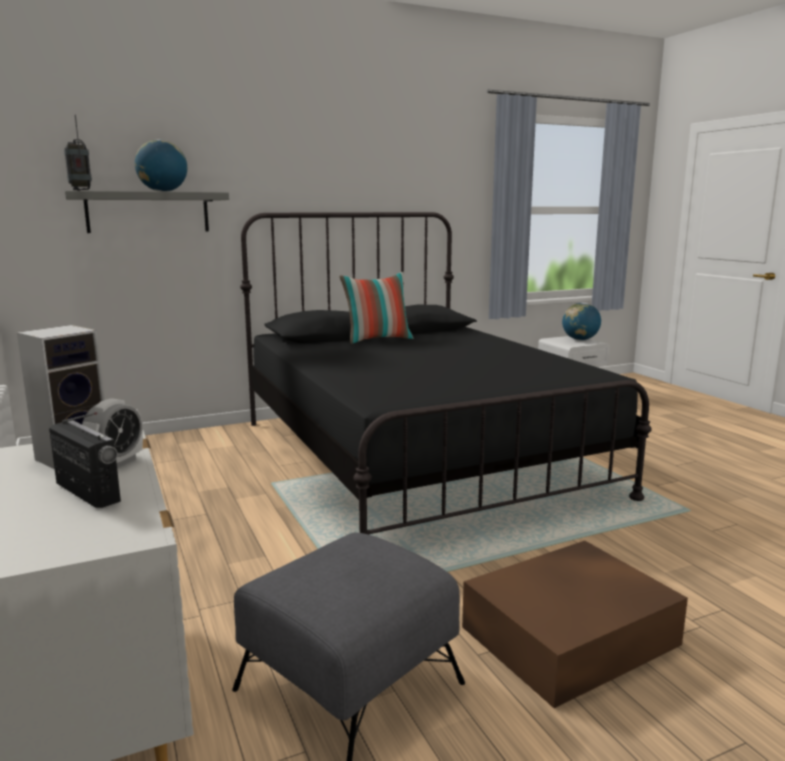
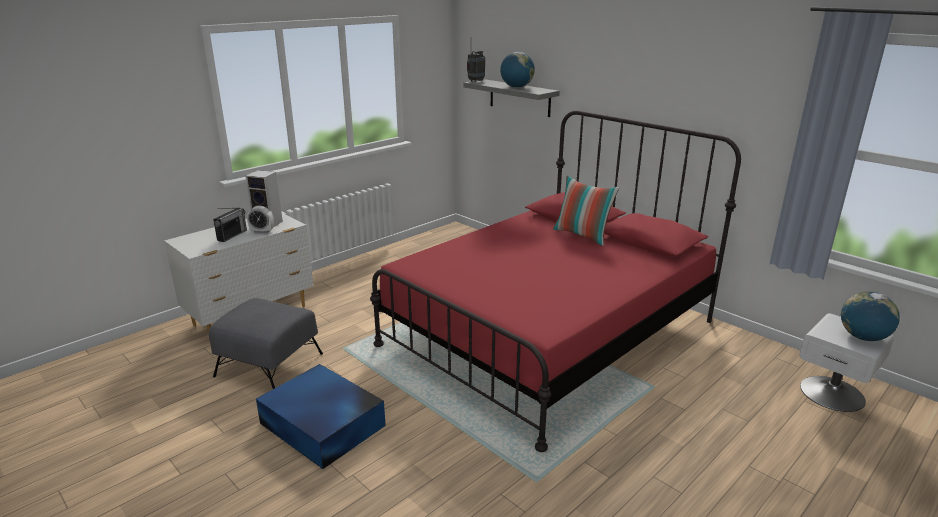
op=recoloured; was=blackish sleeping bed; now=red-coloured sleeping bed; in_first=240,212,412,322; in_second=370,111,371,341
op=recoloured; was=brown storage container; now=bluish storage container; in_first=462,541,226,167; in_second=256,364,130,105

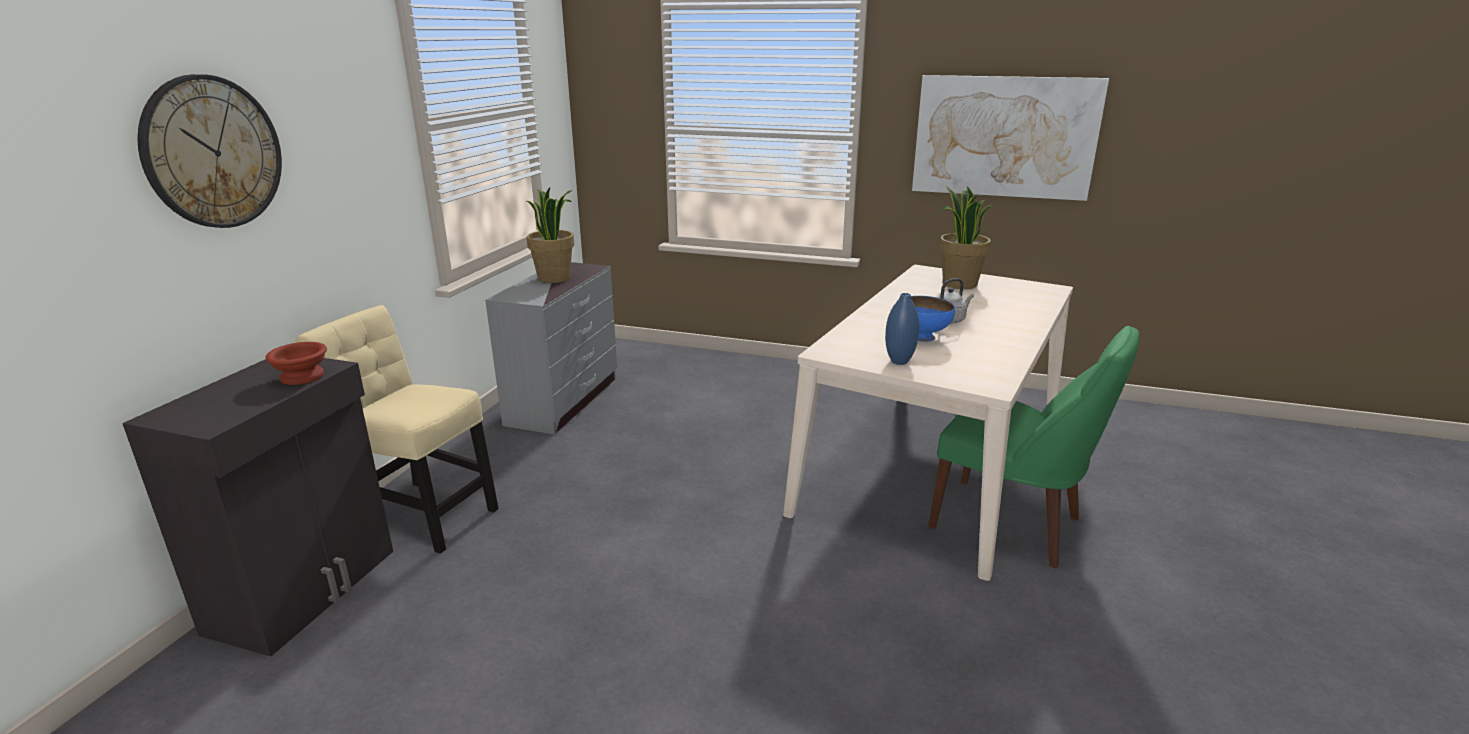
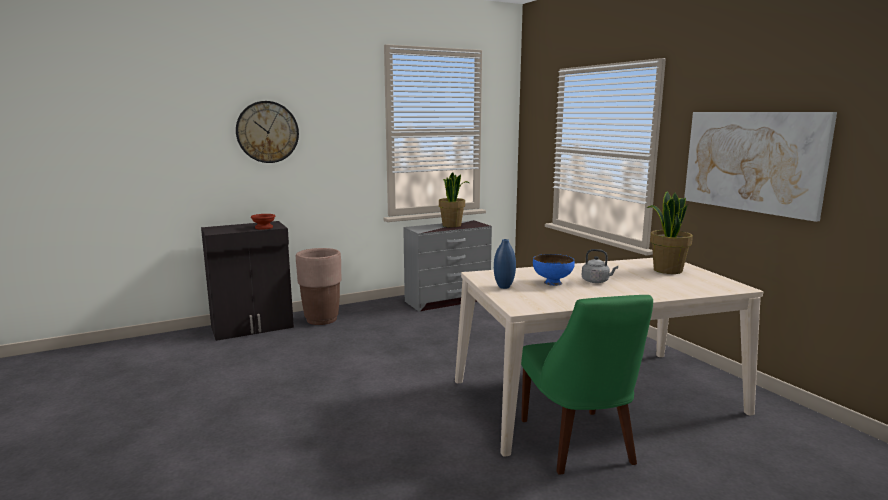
op=replaced; was=beige chair; now=brown planter; in_first=295,305,204,249; in_second=296,248,46,77

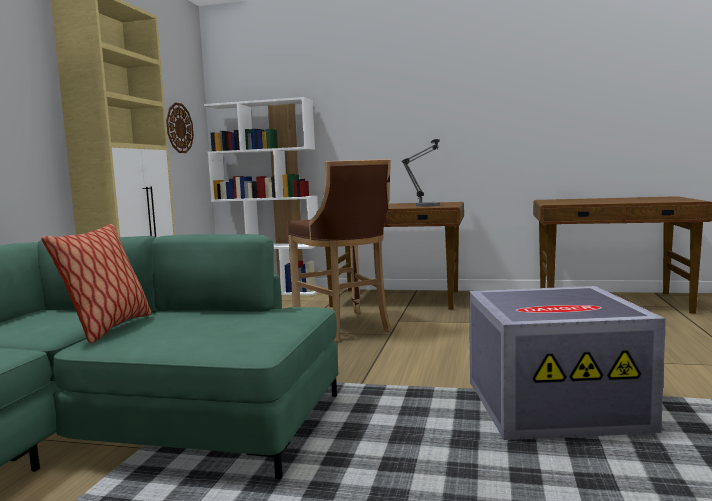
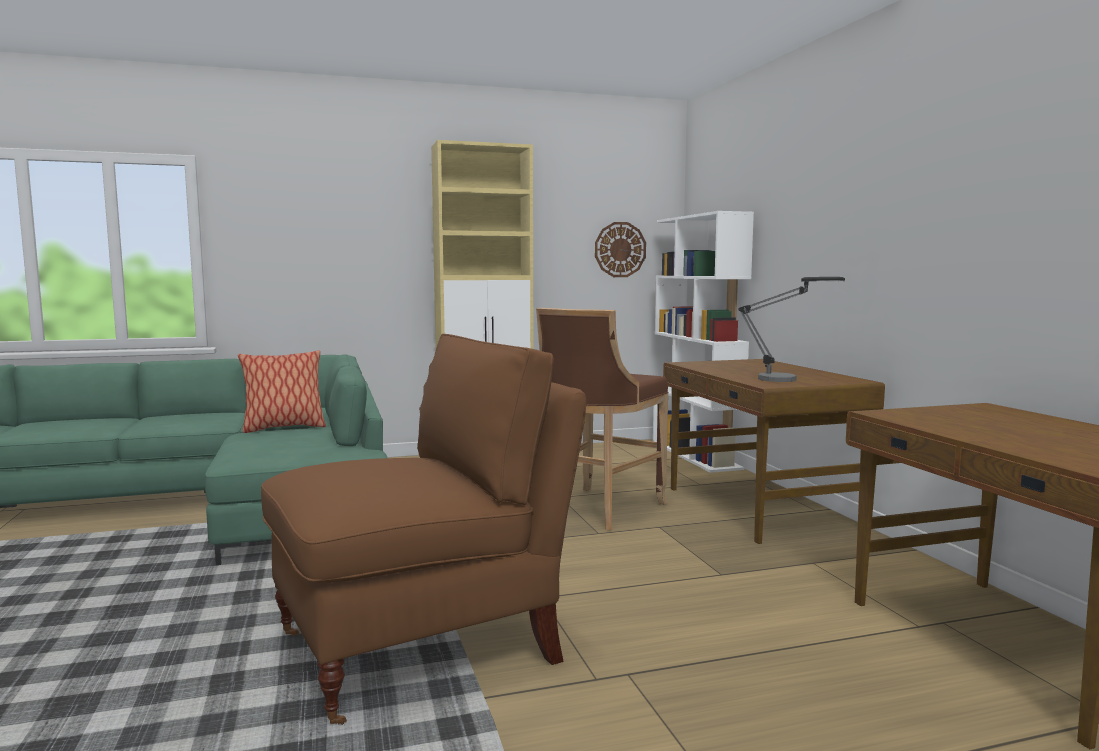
op=replaced; was=greyish storage container; now=brown chair; in_first=469,286,197,154; in_second=261,334,325,391

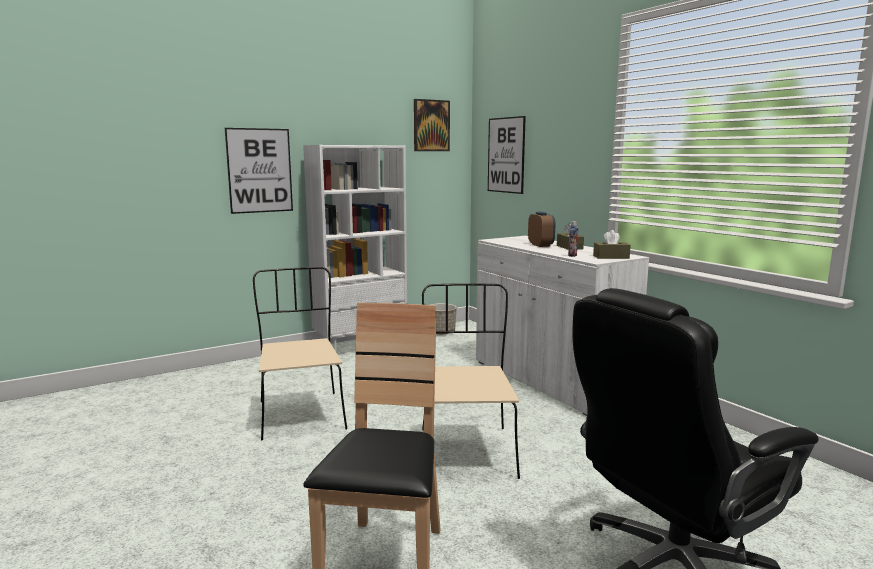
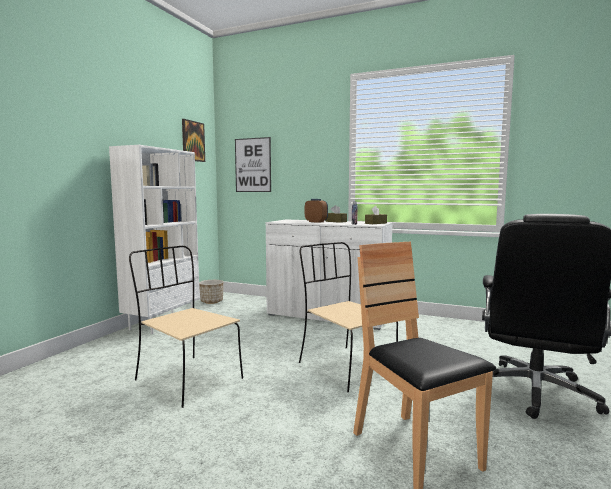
op=removed; was=wall art; in_first=225,128,68,86

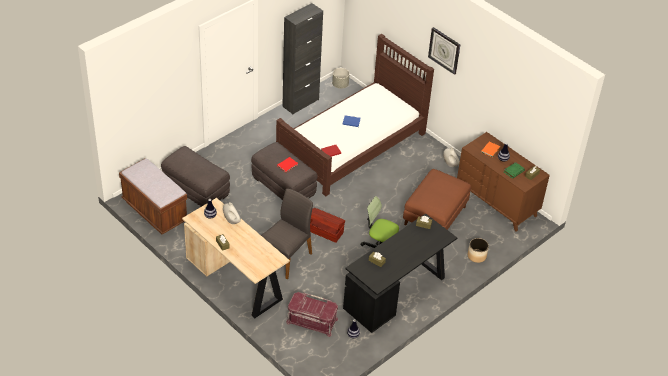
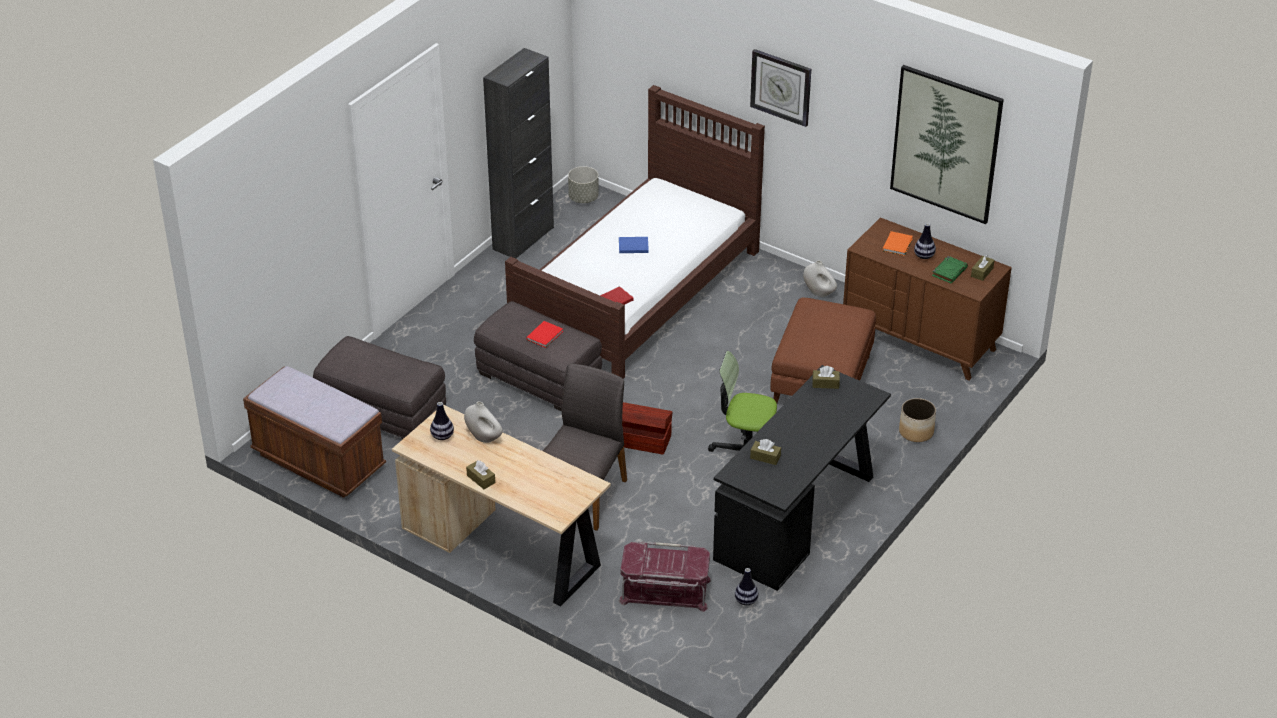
op=added; now=wall art; in_second=890,65,114,159

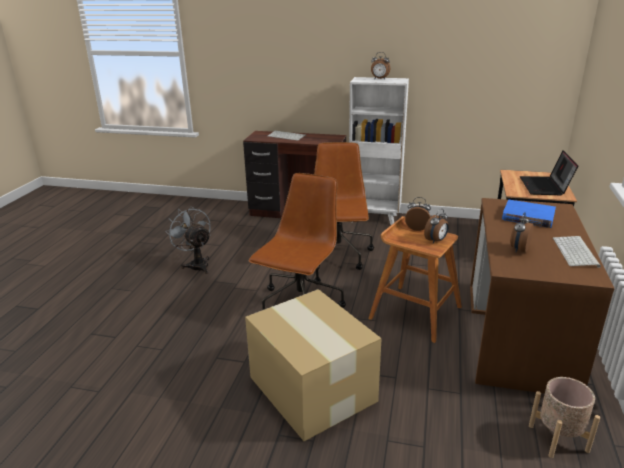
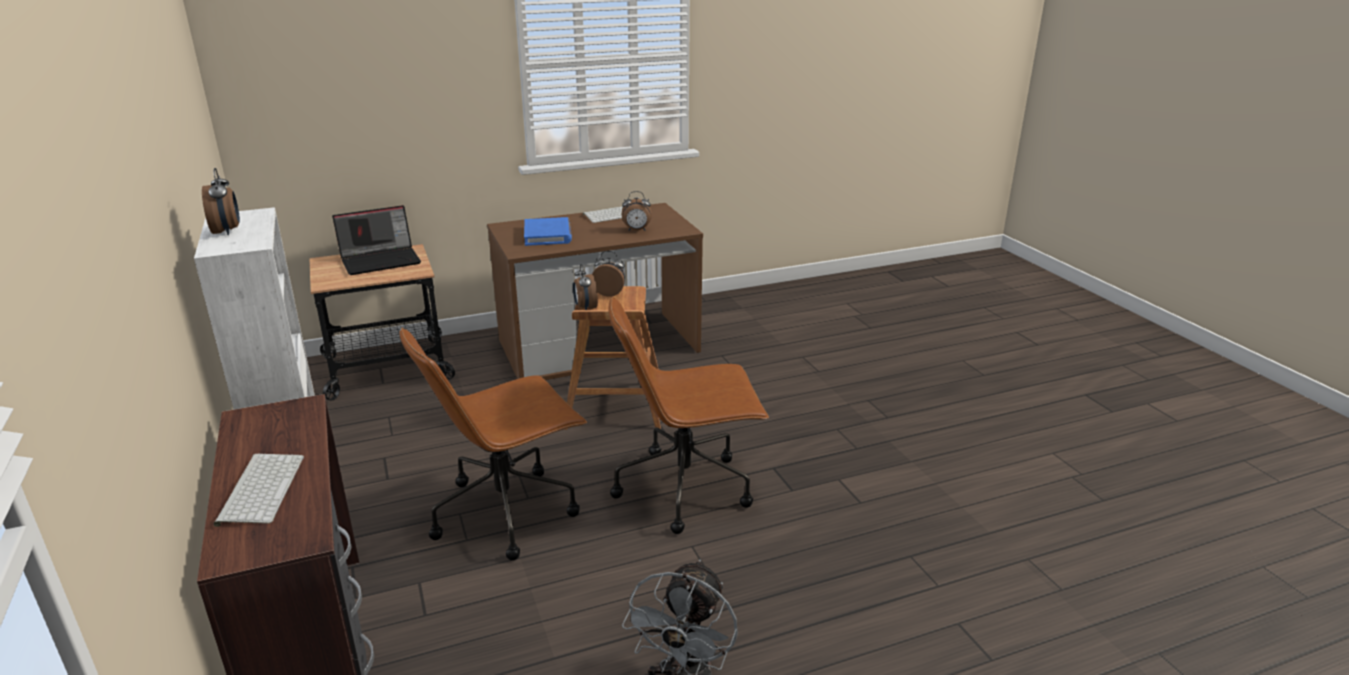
op=removed; was=packing box; in_first=245,289,137,152
op=removed; was=beige planter; in_first=529,377,71,81

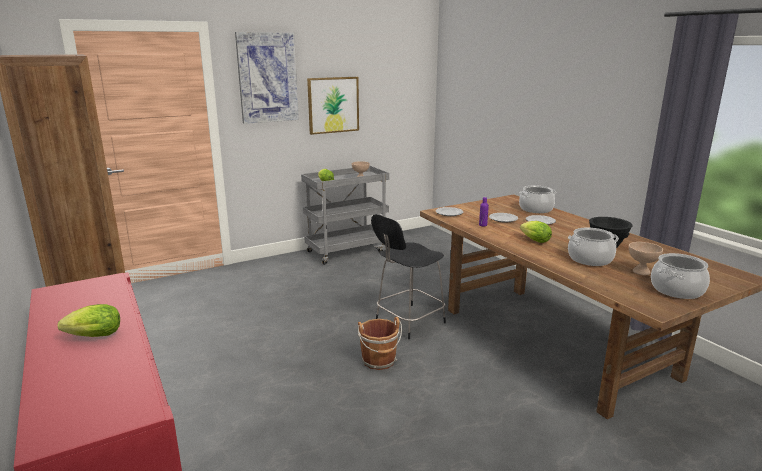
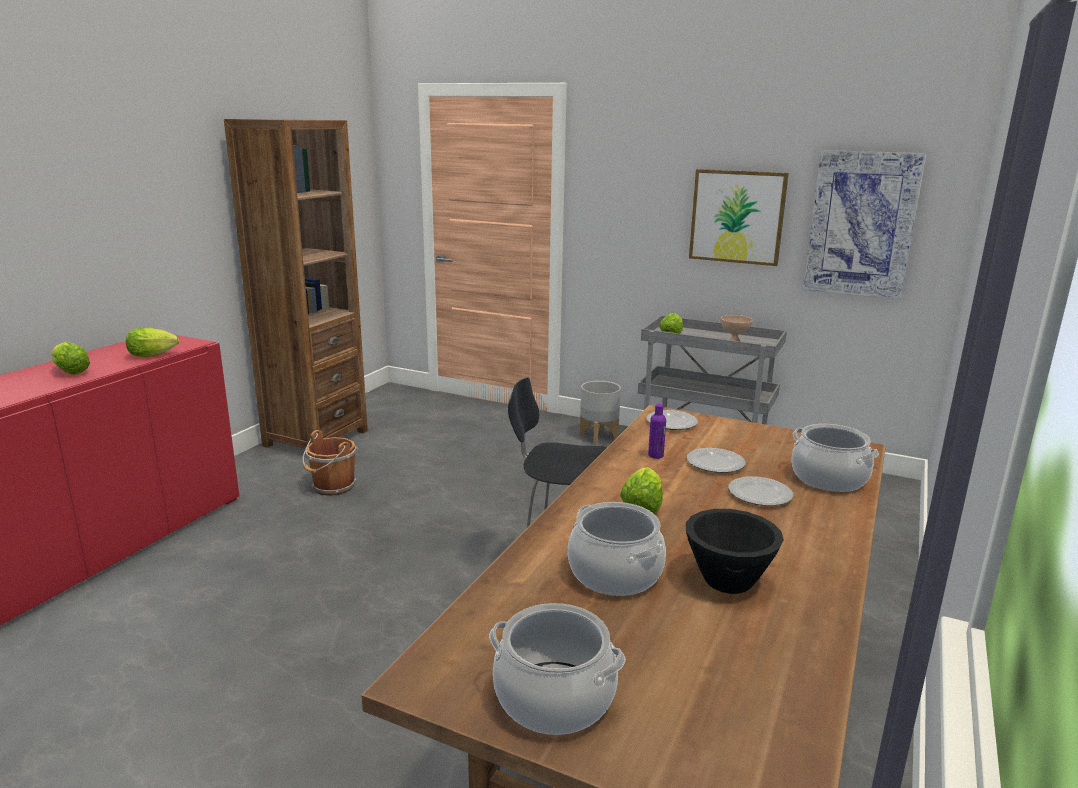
op=removed; was=beige deep dish; in_first=629,242,34,33
op=added; now=head of lettuce; in_second=126,327,53,30
op=added; now=greyish planter; in_second=580,381,41,64
op=moved; was=wall art; in_first=235,32,64,92; in_second=802,150,125,150
op=moved; was=brown water bucket; in_first=358,317,44,53; in_second=303,430,54,66

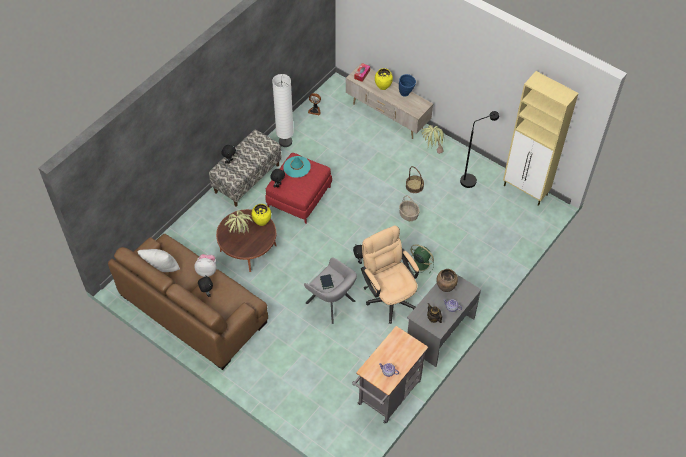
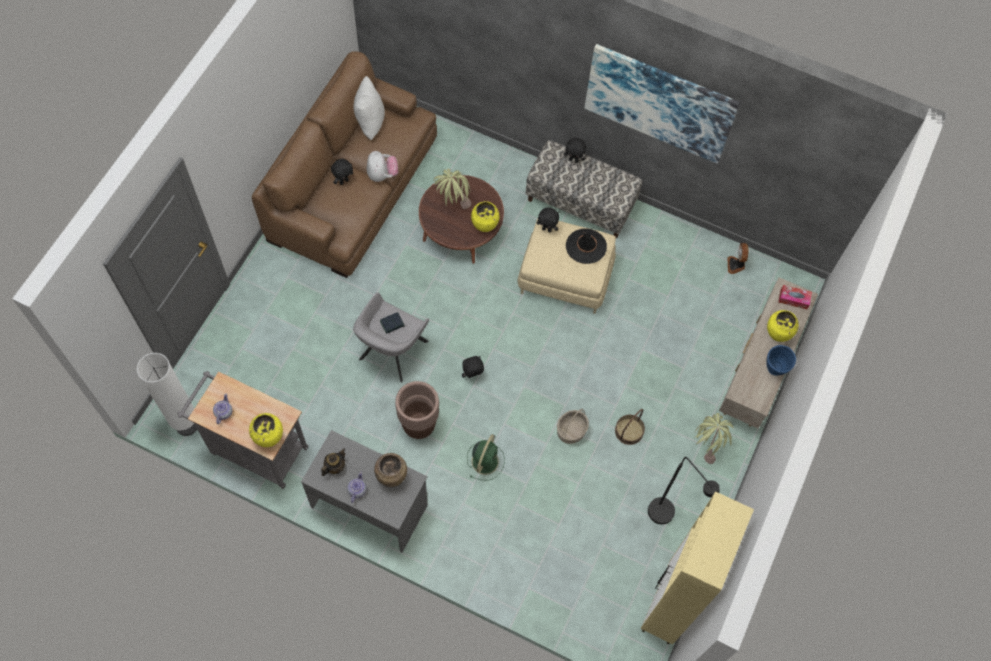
op=added; now=yellow decorative vase; in_second=249,413,34,34
op=added; now=wall art; in_second=584,44,156,120
op=moved; was=white floor lamp; in_first=272,74,22,73; in_second=137,353,60,83
op=replaced; was=beige office chair; now=brown planter; in_first=361,225,58,99; in_second=395,381,44,58
op=recoloured; was=red-coloured footrest; now=beige footrest; in_first=265,153,67,71; in_second=518,219,98,95
op=recoloured; was=blue-green hat; now=blackish hat; in_first=283,156,28,22; in_second=566,229,41,35

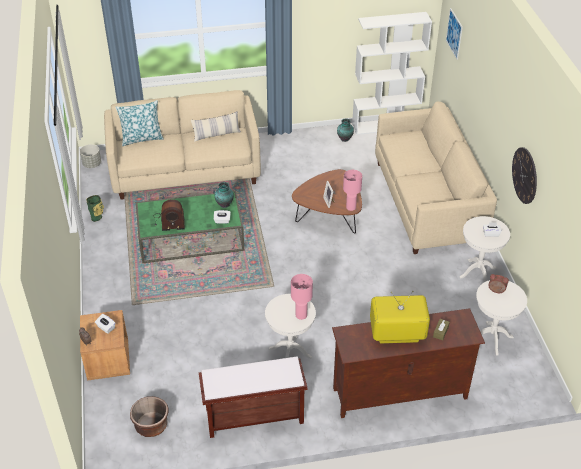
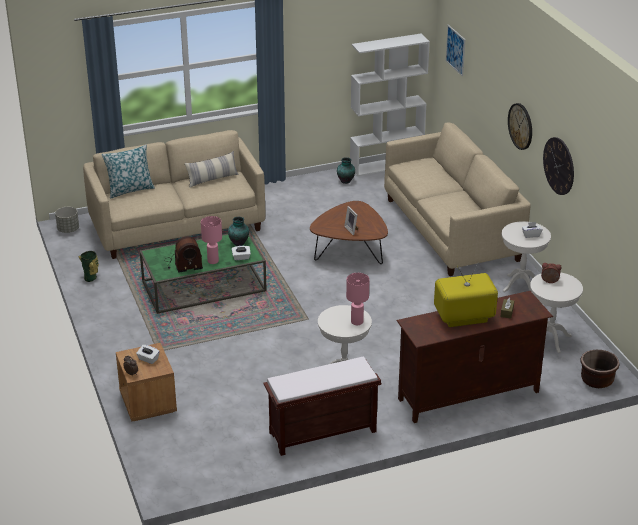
op=added; now=hanging clock; in_second=508,103,24,47
op=moved; was=brown planter; in_first=130,396,39,41; in_second=580,350,40,38
op=moved; was=pink tabletop lamp; in_first=343,170,19,41; in_second=201,216,21,48

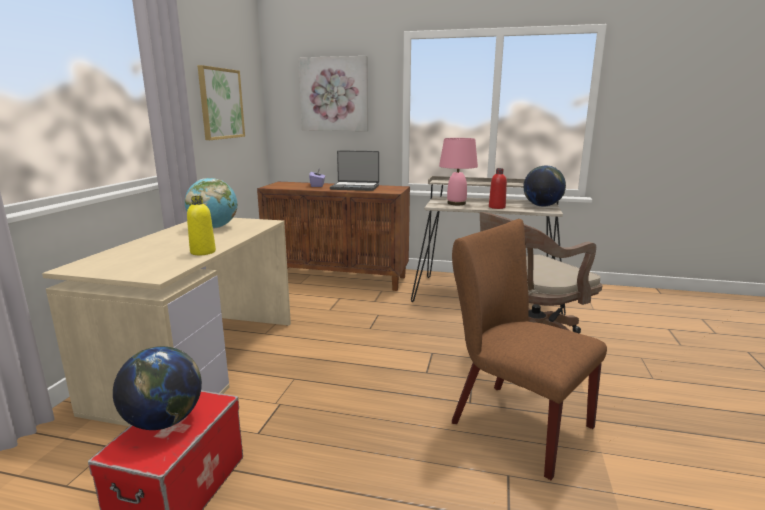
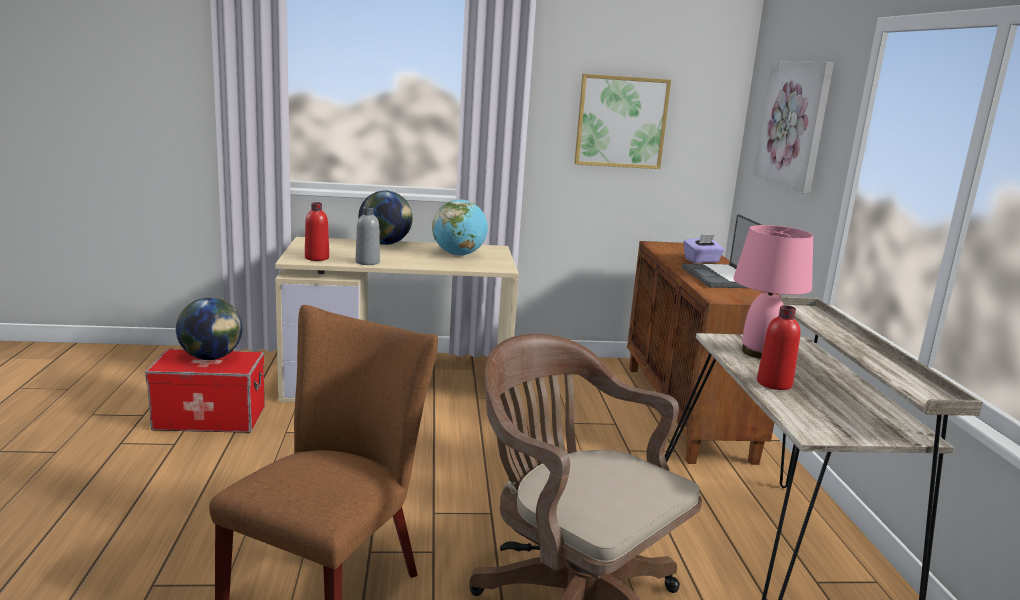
op=added; now=red-coloured drink bottle; in_second=305,202,24,59
op=moved; was=globe; in_first=523,166,43,41; in_second=358,191,55,54
op=recoloured; was=yellow drink bottle; now=greyish drink bottle; in_first=187,196,29,59; in_second=355,206,25,59

